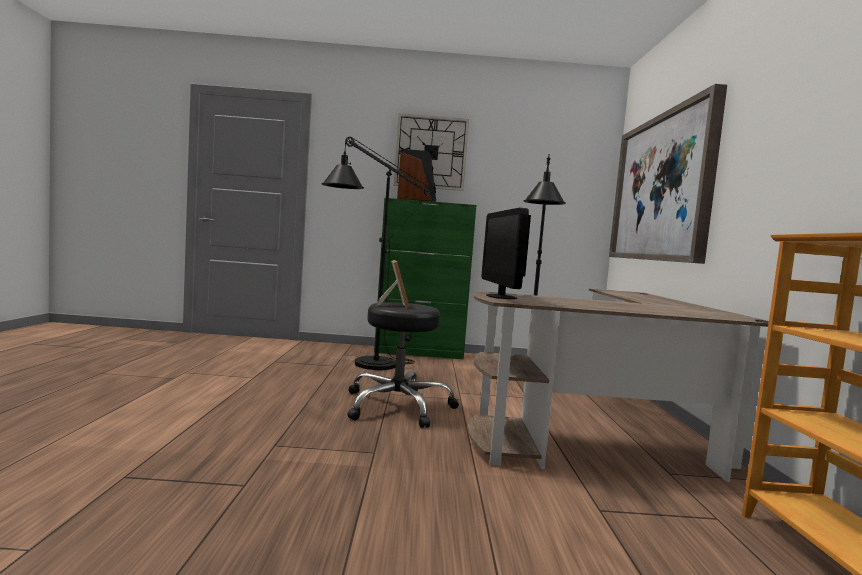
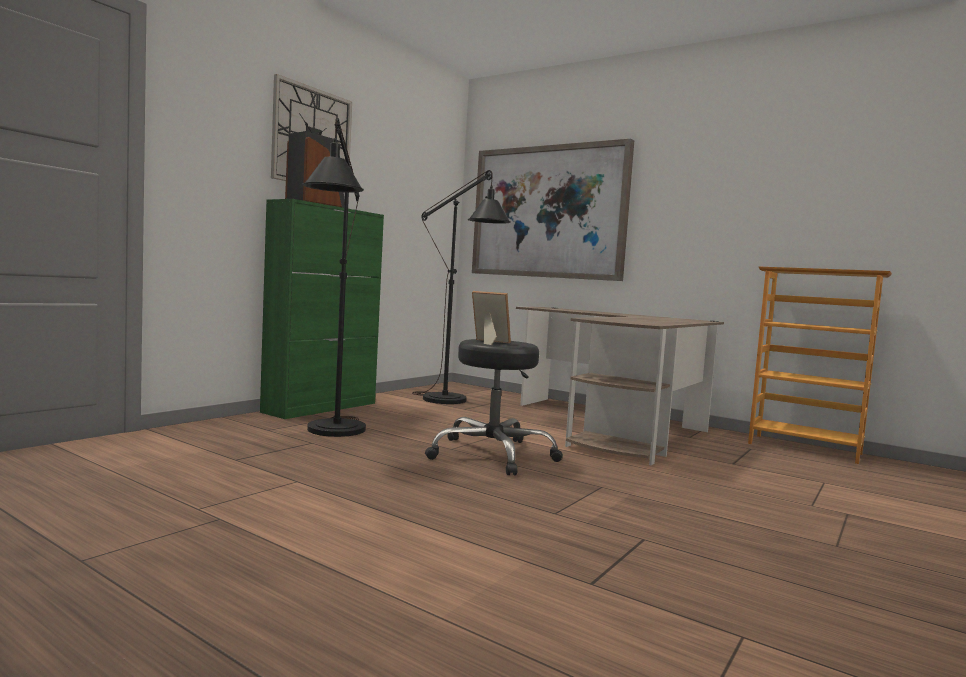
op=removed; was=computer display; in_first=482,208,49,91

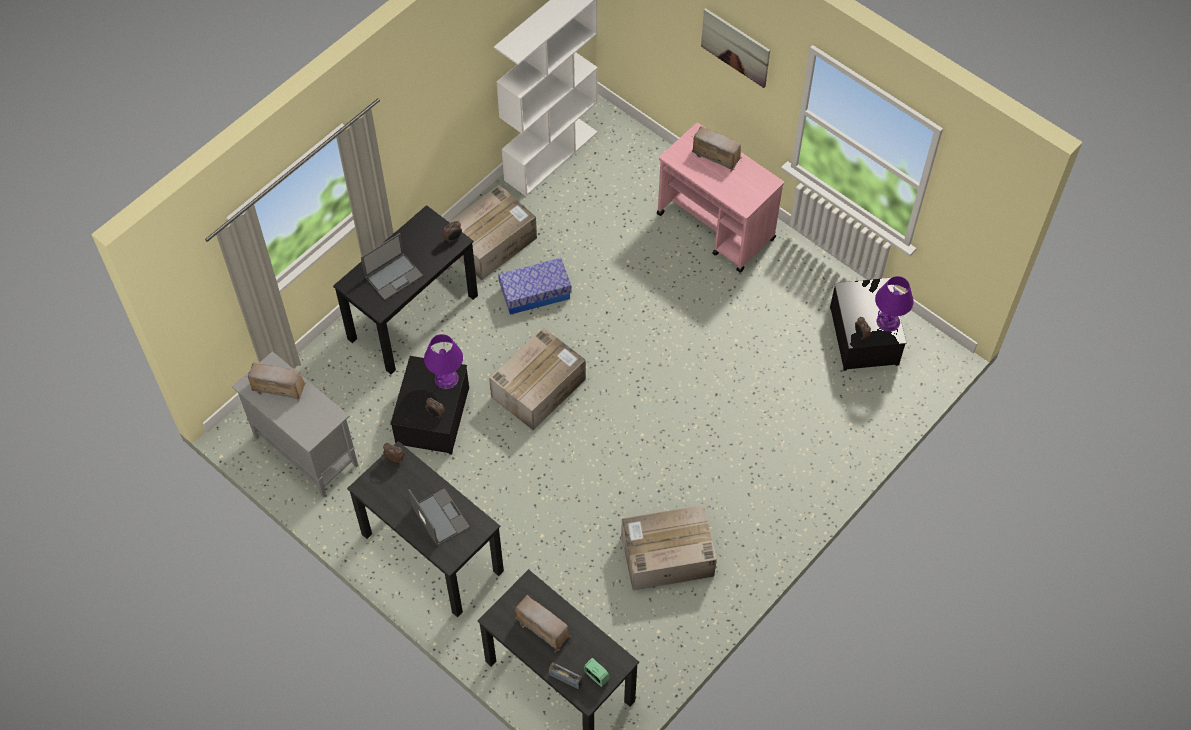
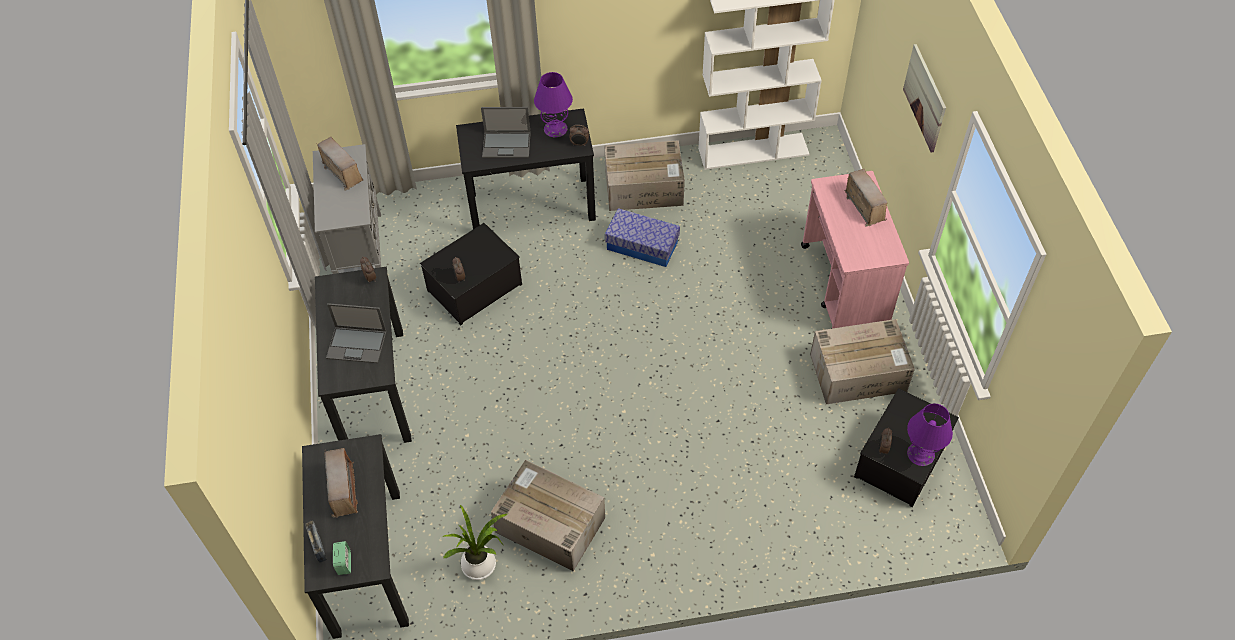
op=added; now=houseplant; in_second=441,505,66,75
op=moved; was=purple-coloured tabletop lamp; in_first=424,334,39,55; in_second=534,72,39,65
op=moved; was=packing box; in_first=489,327,97,103; in_second=810,319,105,85
op=turned; was=portable computer; in_first=408,488,62,58; in_second=326,303,60,60; clockwise=90

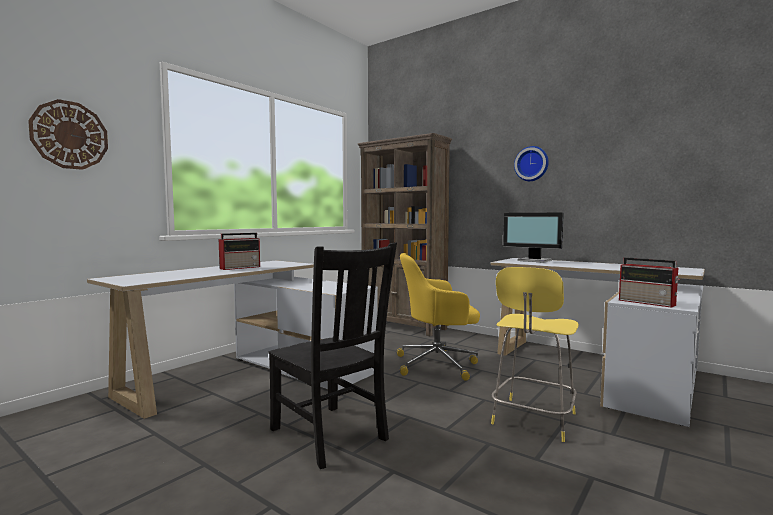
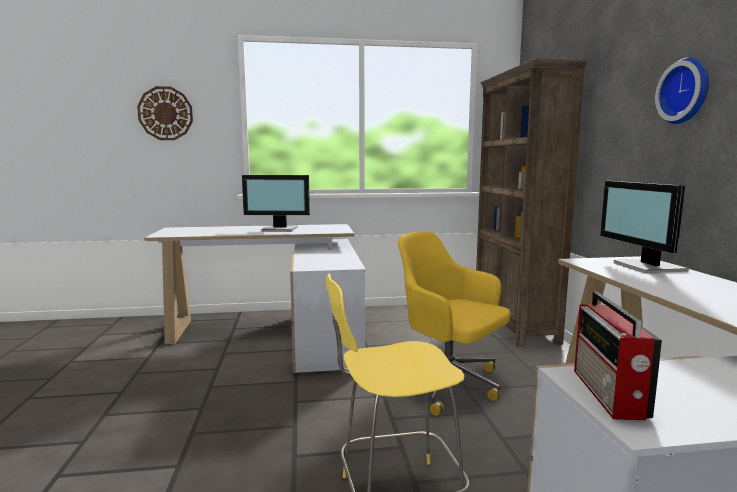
op=removed; was=blackish chair; in_first=268,243,129,226
op=replaced; was=radio; now=computer display; in_first=219,233,41,37; in_second=242,175,68,57

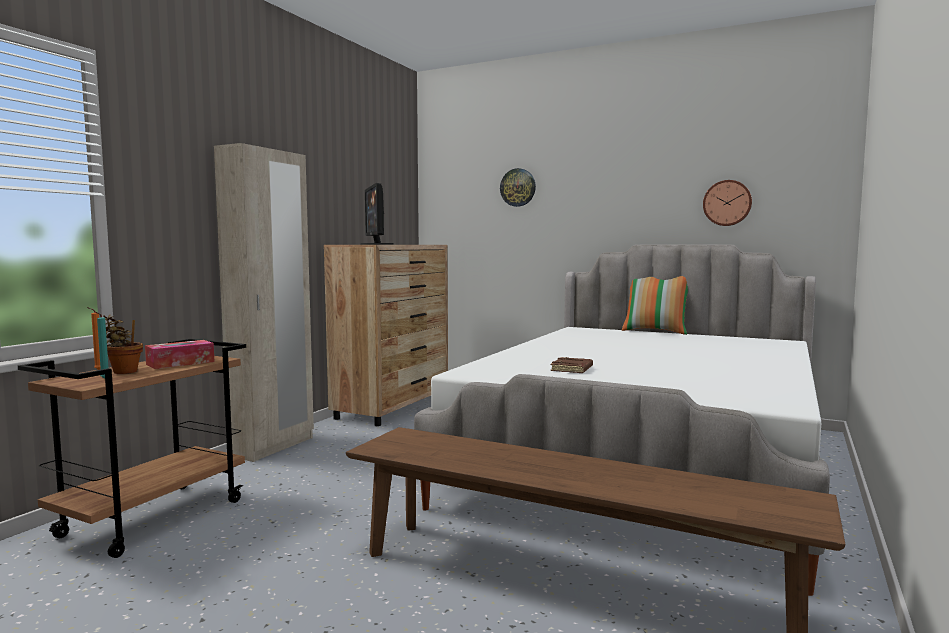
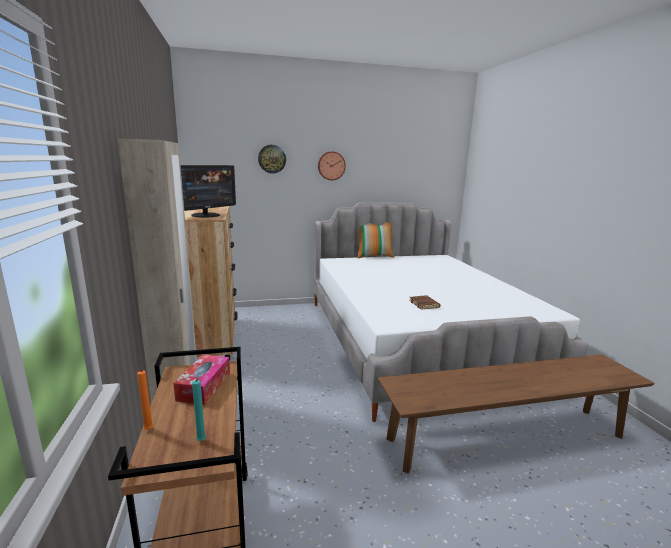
op=removed; was=houseplant; in_first=103,315,40,59
op=moved; was=hanging clock; in_first=703,180,49,46; in_second=318,151,28,29
op=turned; was=computer display; in_first=361,183,32,61; in_second=181,165,55,52; clockwise=-90

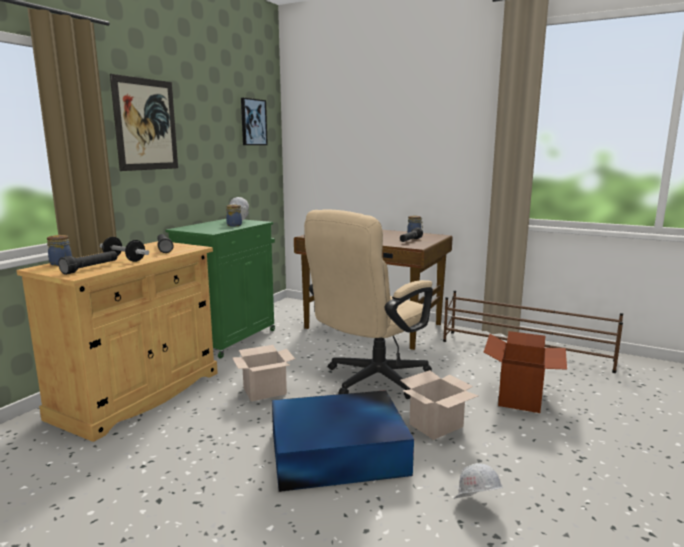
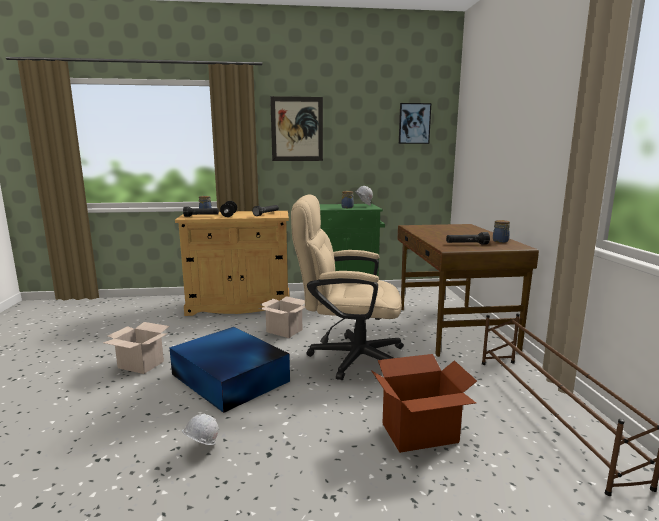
op=moved; was=packing box; in_first=400,370,78,70; in_second=103,322,66,52

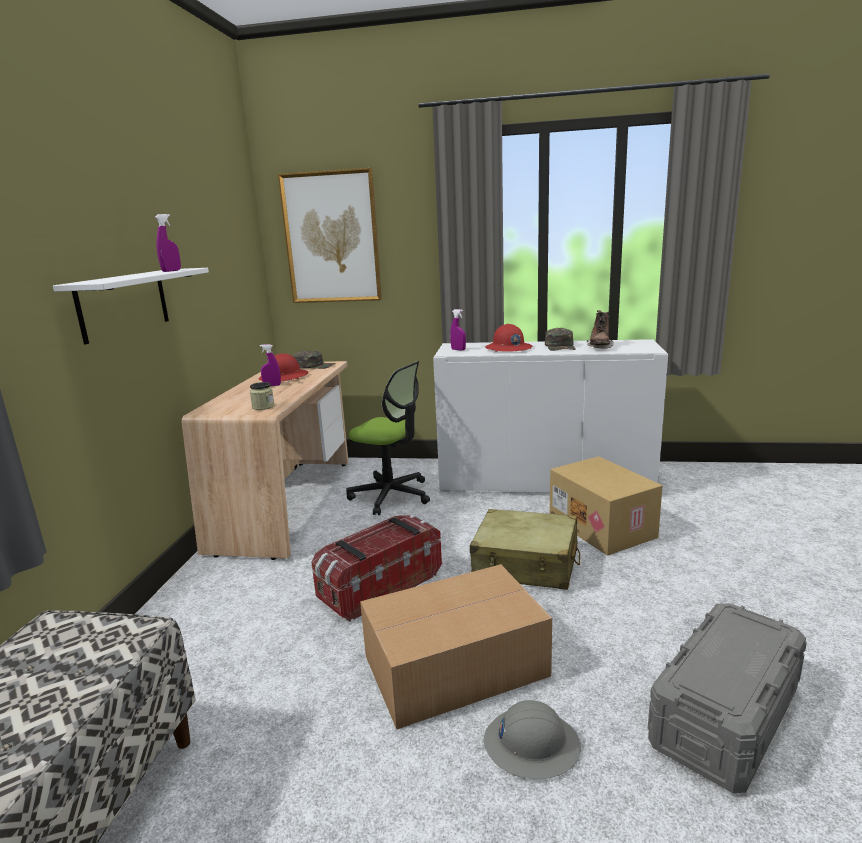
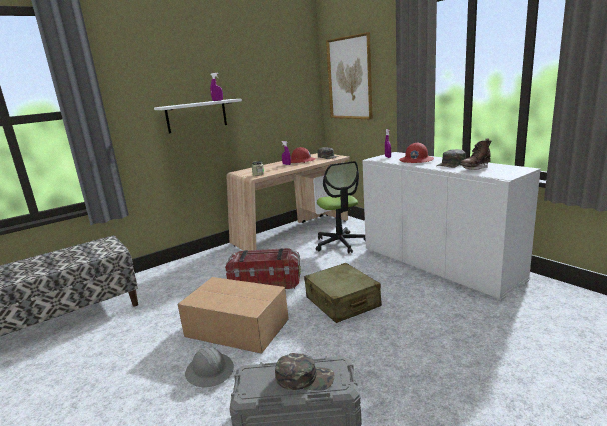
op=removed; was=packing box; in_first=550,456,112,100
op=added; now=green baseball cap; in_second=275,353,59,38

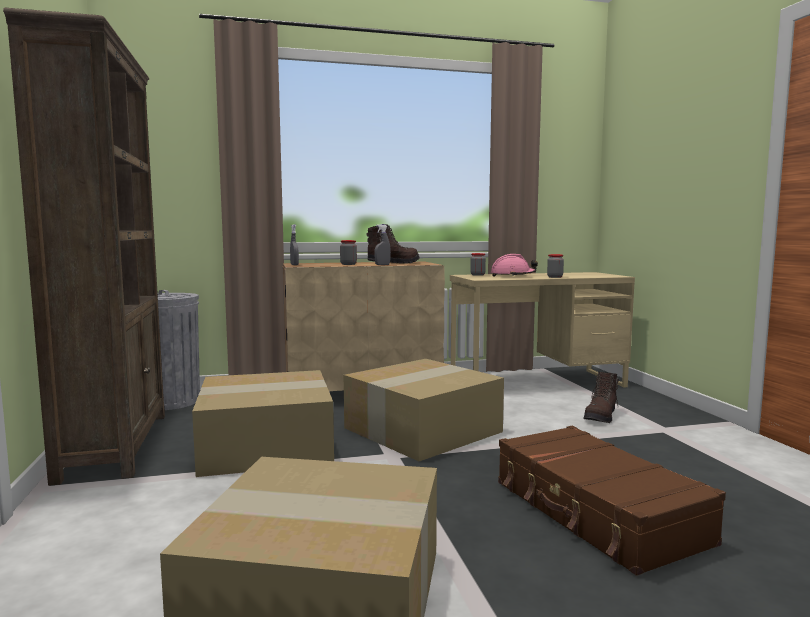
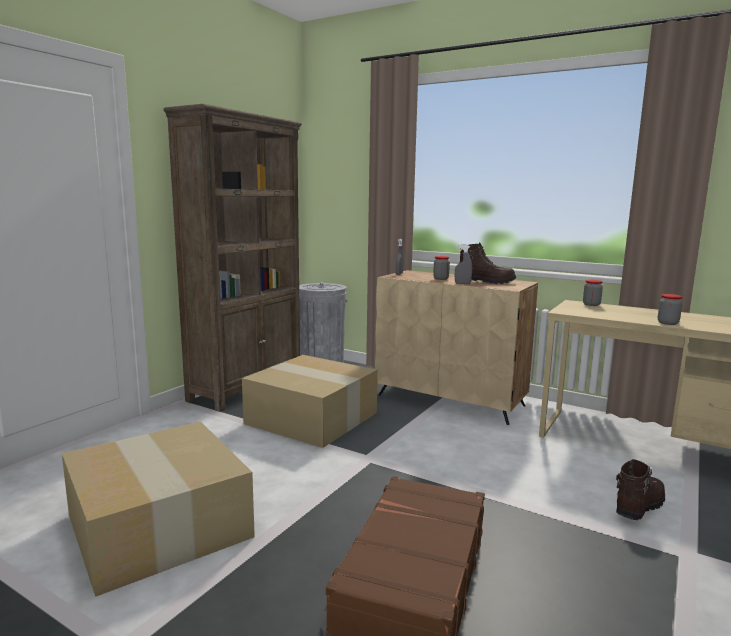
op=removed; was=packing box; in_first=344,359,160,102
op=removed; was=pink work helmet; in_first=491,254,47,23
op=turned; was=brown tall boot; in_first=583,372,36,51; in_second=616,459,50,61; clockwise=150

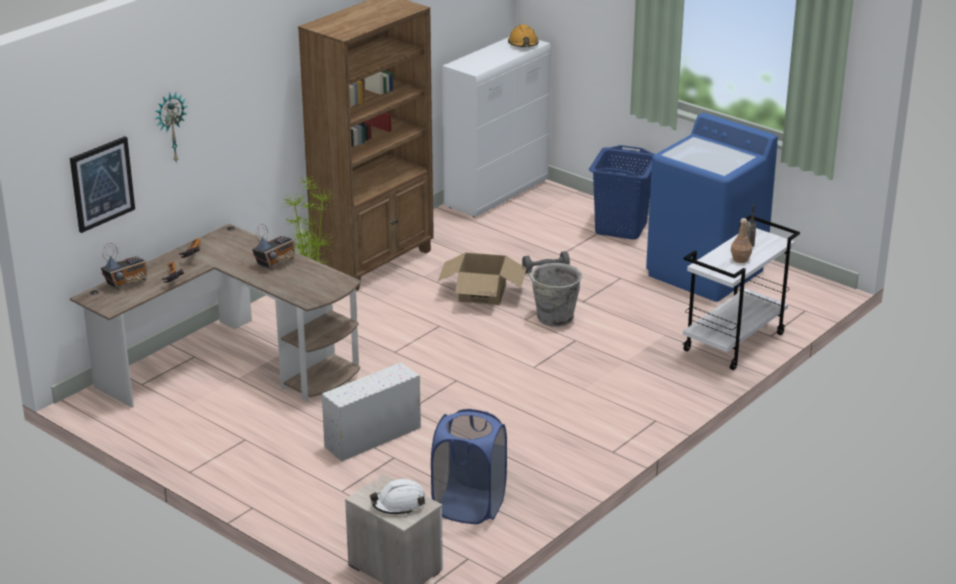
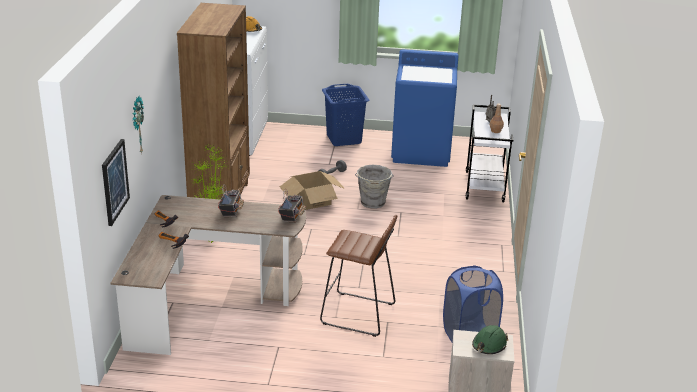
op=moved; was=radio; in_first=101,243,47,47; in_second=278,189,28,33
op=replaced; was=white storage container; now=brown stool seat; in_first=322,362,99,99; in_second=320,214,77,123
op=recoloured; was=white work helmet; now=green work helmet; in_first=370,479,56,35; in_second=472,325,36,29

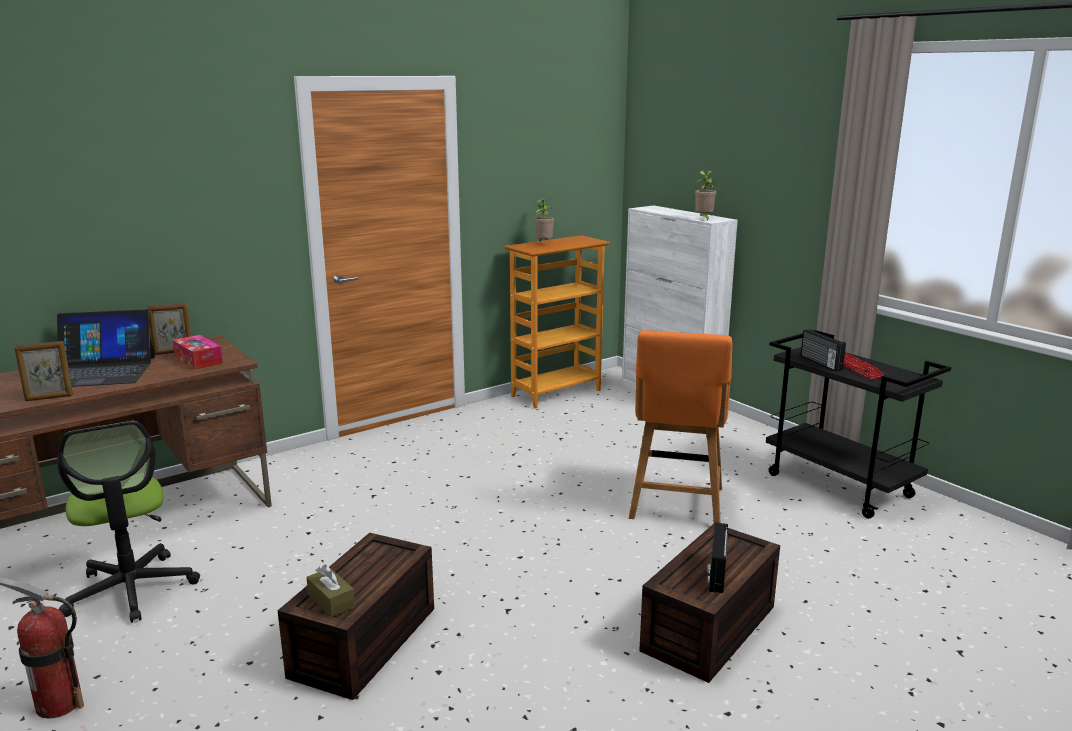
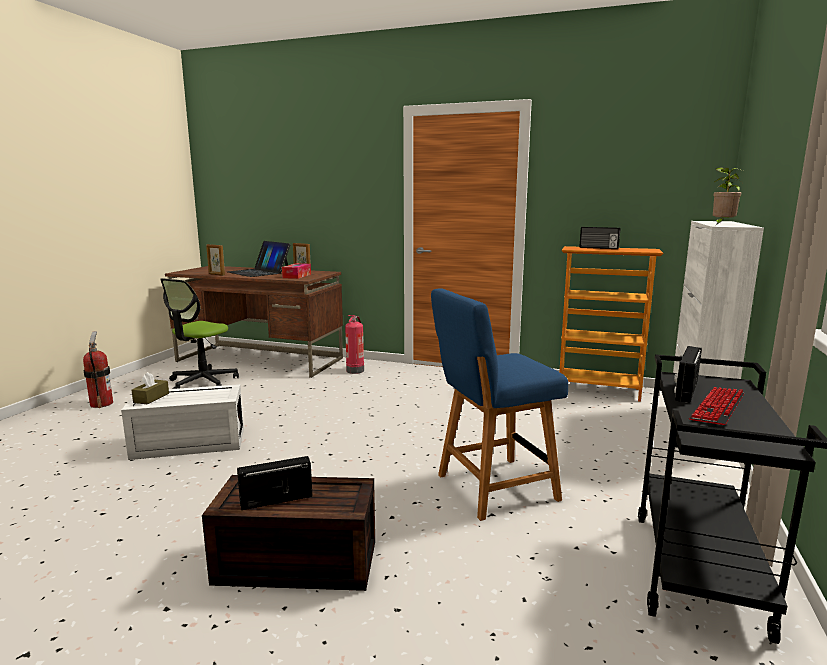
op=added; now=fire-fighting cylinder; in_second=345,315,19,59
op=replaced; was=houseplant; now=radio; in_first=534,198,20,44; in_second=579,227,41,22
op=recoloured; was=brown storage container; now=white storage container; in_first=278,533,156,167; in_second=121,384,123,76
op=recoloured; was=orange chair; now=bluish chair; in_first=629,330,104,193; in_second=431,288,137,233

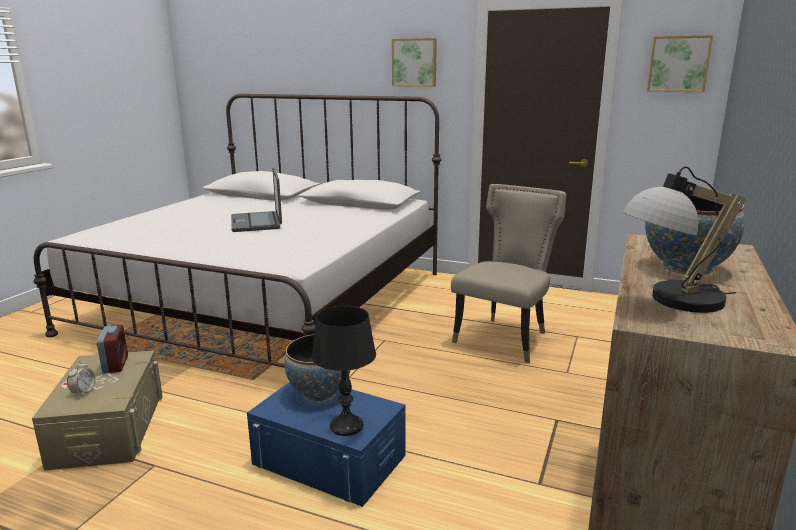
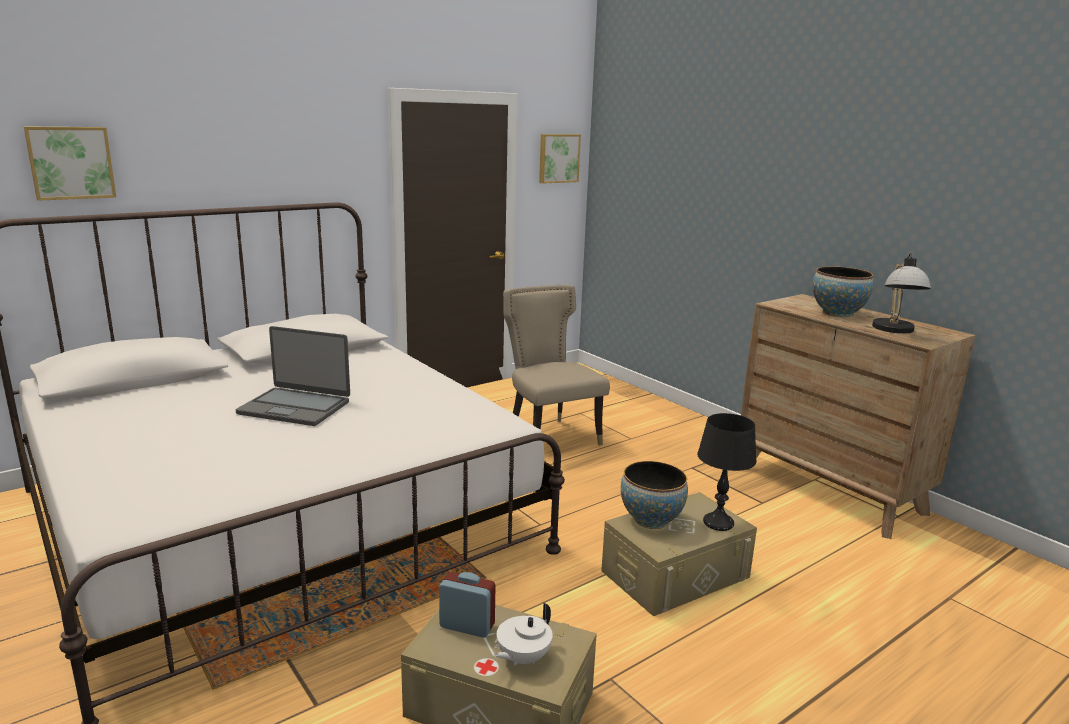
op=moved; was=wall art; in_first=392,38,45,49; in_second=24,126,92,75
op=replaced; was=table clock; now=white pot for tea; in_first=67,361,29,35; in_second=494,603,59,63
op=recoloured; was=bluish storage container; now=beige storage container; in_first=247,382,159,125; in_second=601,492,156,124

